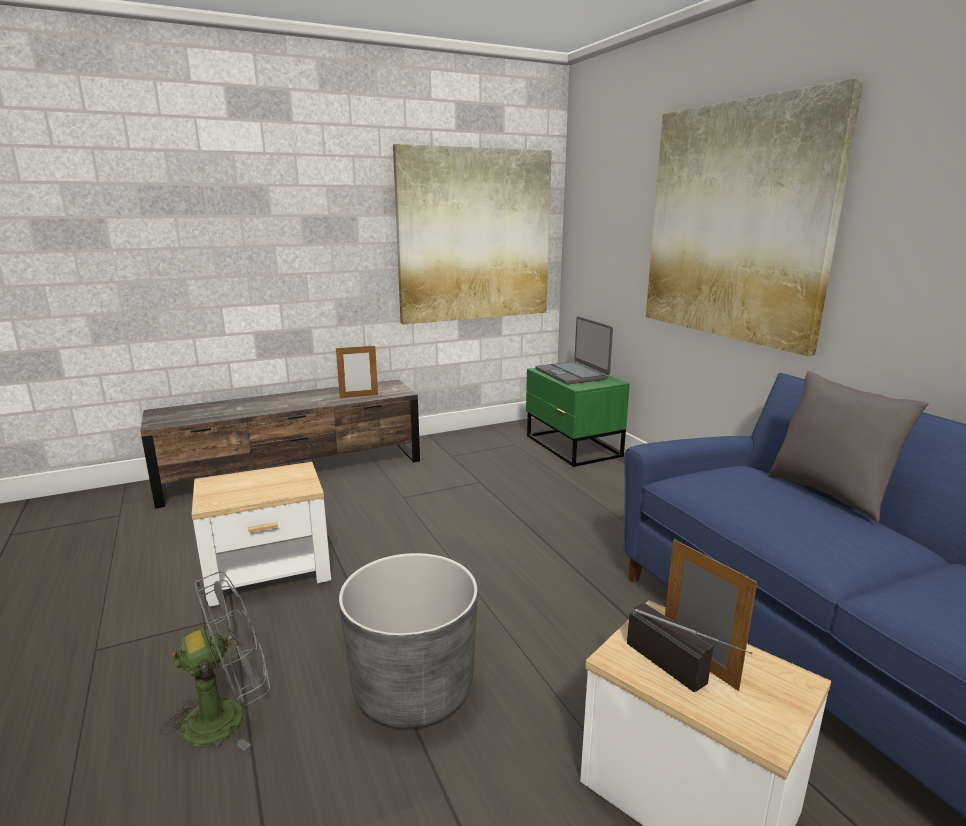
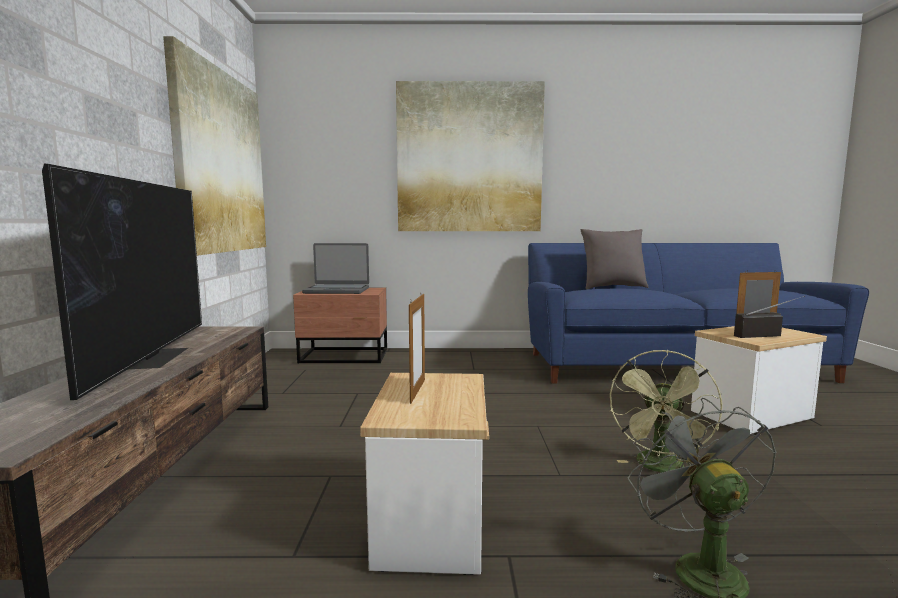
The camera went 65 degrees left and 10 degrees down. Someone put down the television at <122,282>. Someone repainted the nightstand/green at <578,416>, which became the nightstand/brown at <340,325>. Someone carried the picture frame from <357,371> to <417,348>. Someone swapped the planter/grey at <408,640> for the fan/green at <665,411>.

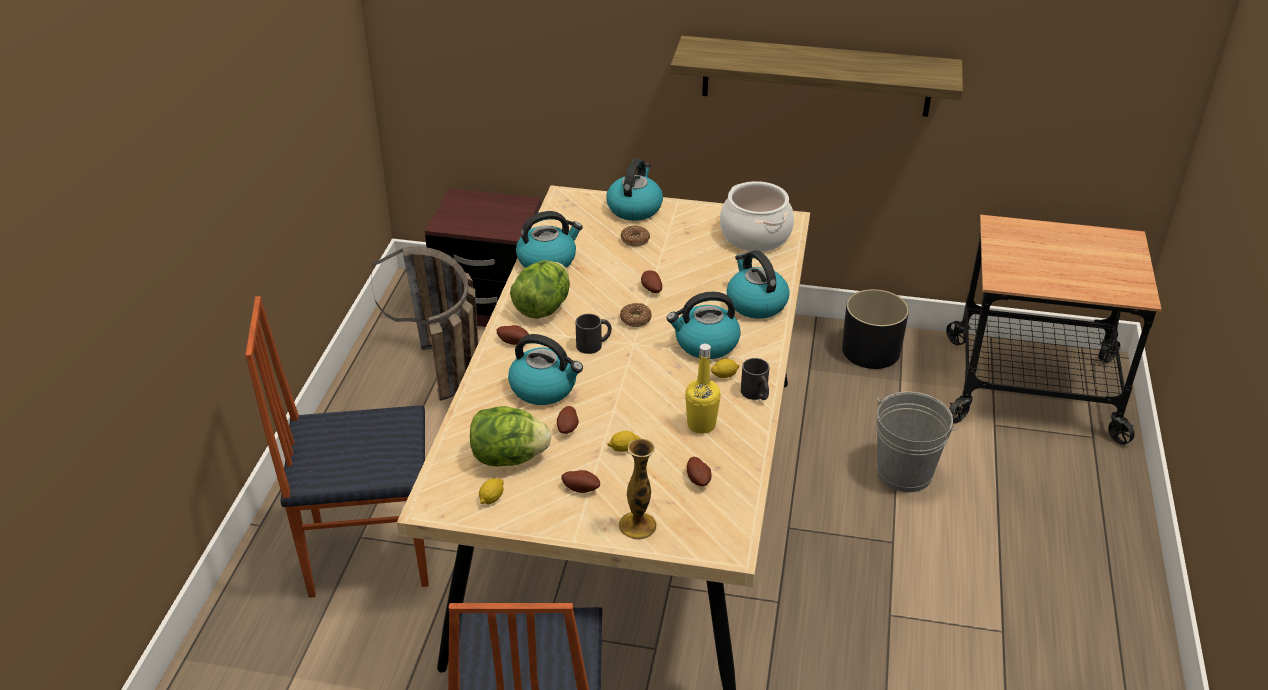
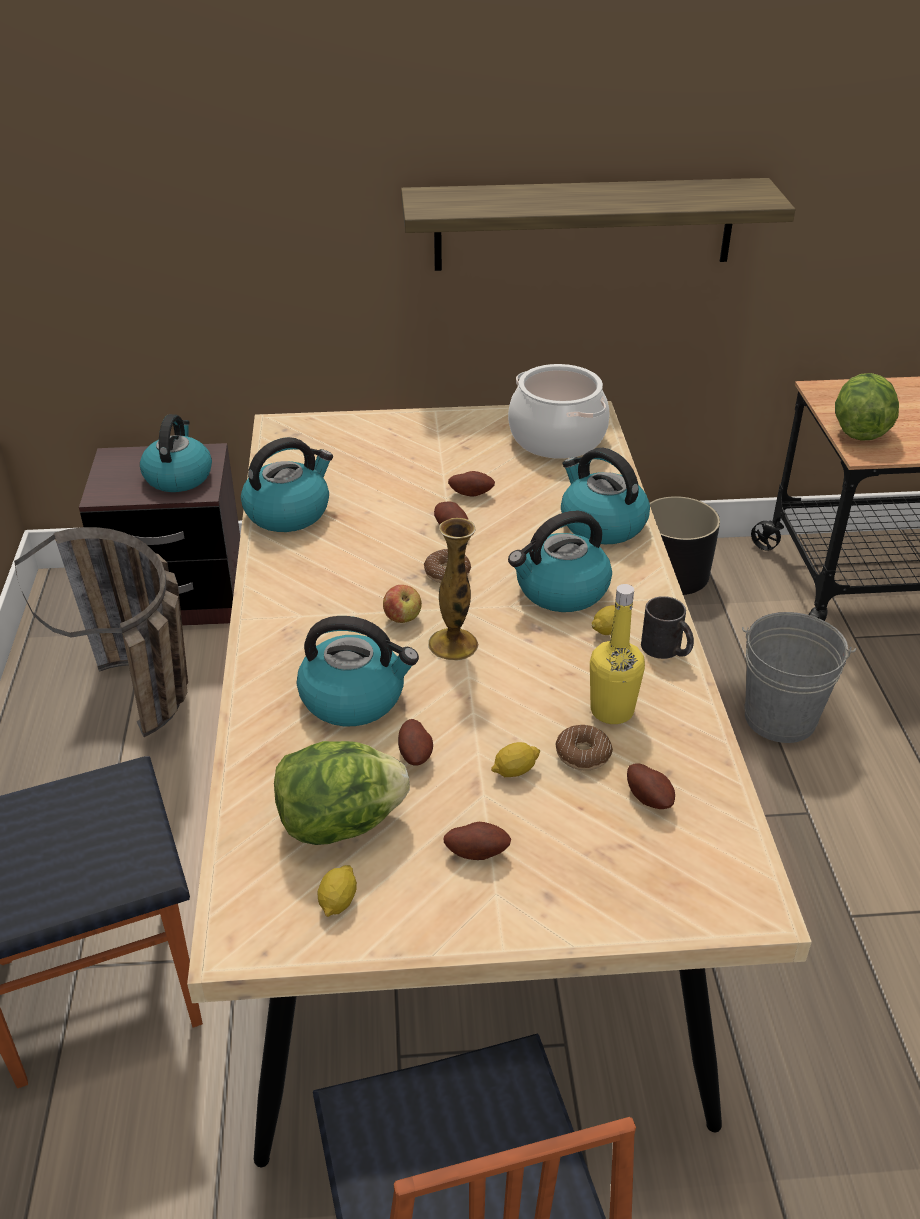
The camera went 15 degrees left and 0 degrees up. Someone carried the kettle from <634,189> to <176,453>. Someone swapped the mug/black at <594,334> for the apple at <402,604>. Someone carried the vase from <637,489> to <453,589>. Someone carried the potato from <512,335> to <471,483>. Someone carried the donut from <635,236> to <584,747>. Someone carried the lettuce from <540,289> to <867,407>.

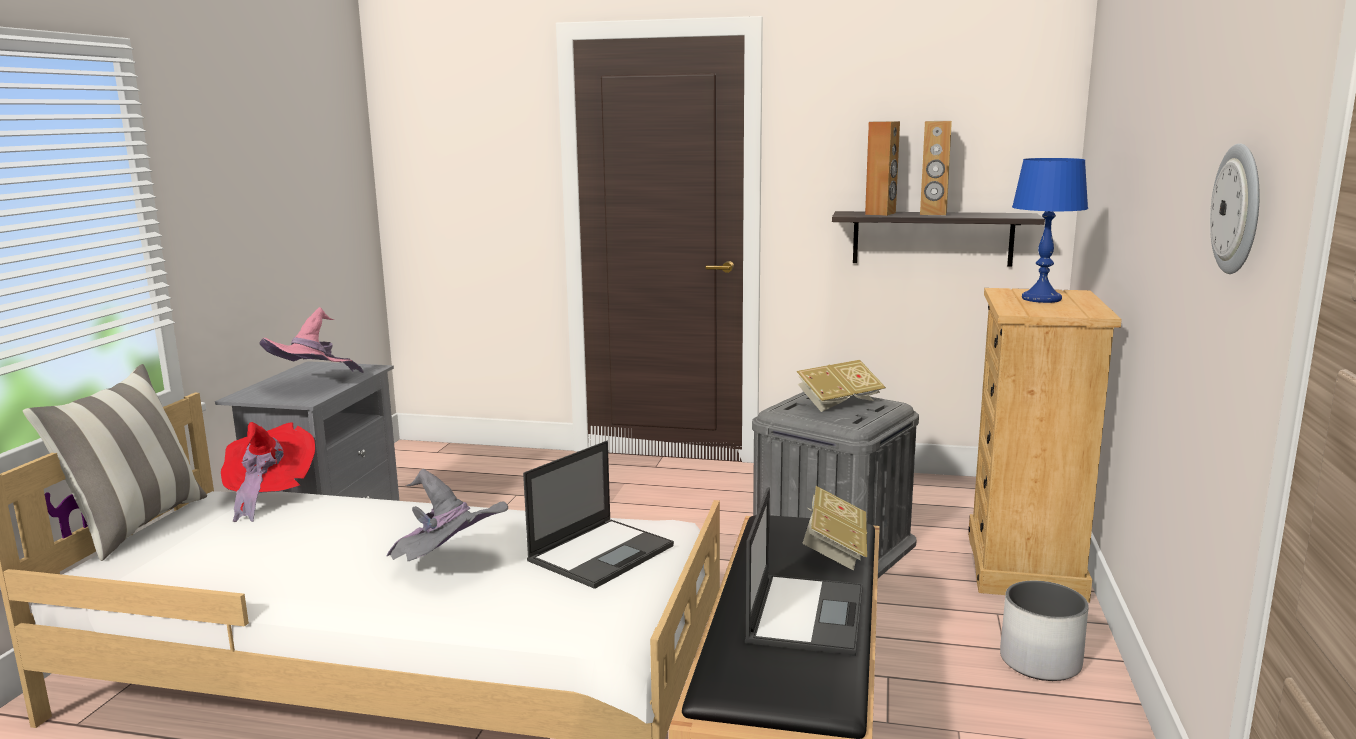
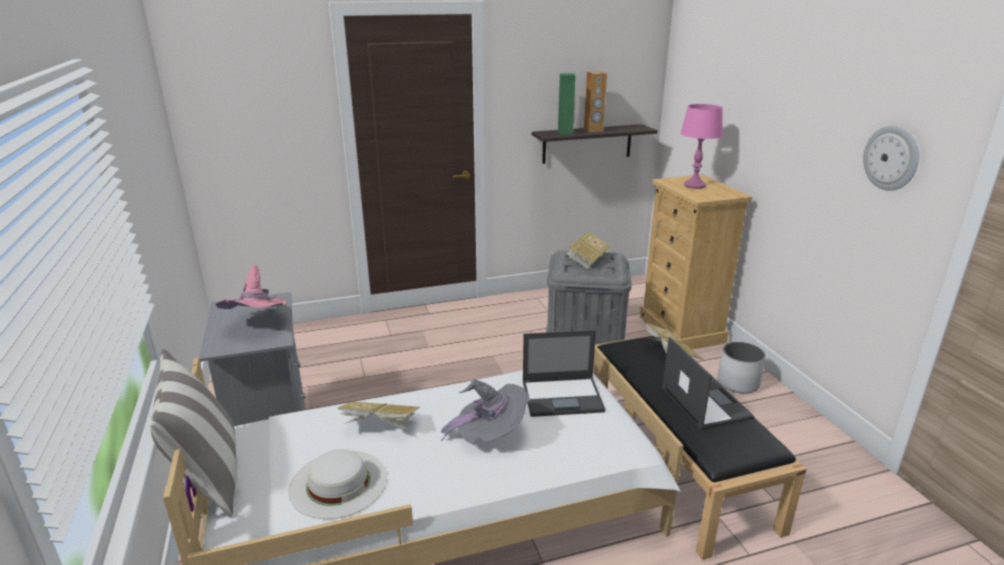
The camera went 30 degrees left and 10 degrees up. Someone put down the hat/white at <337,484>. Someone put down the book at <378,415>. Someone rotated the laptop at <598,515> by 75 degrees clockwise. Someone repainted the speaker/brown at <882,168>, which became the speaker/green at <567,104>. Someone repainted the table lamp/blue at <1050,230>, which became the table lamp/pink at <702,146>. Someone took away the hat/red at <268,472>.

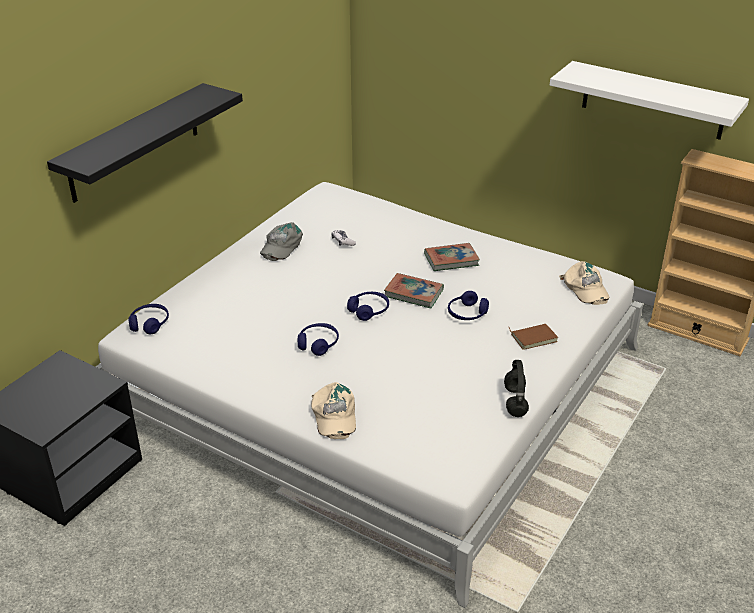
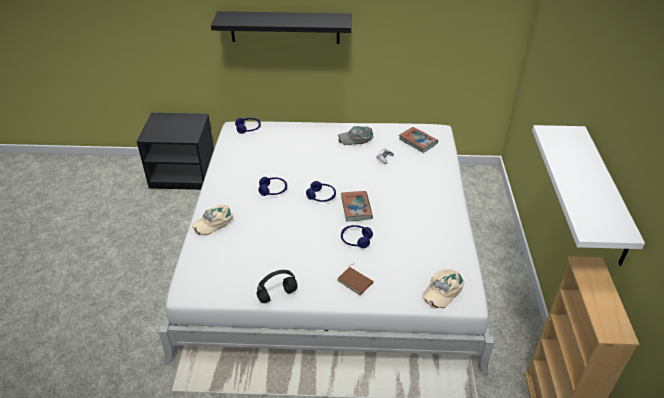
The camera went 60 degrees right and 5 degrees up. Someone carried the book from <452,257> to <418,140>.

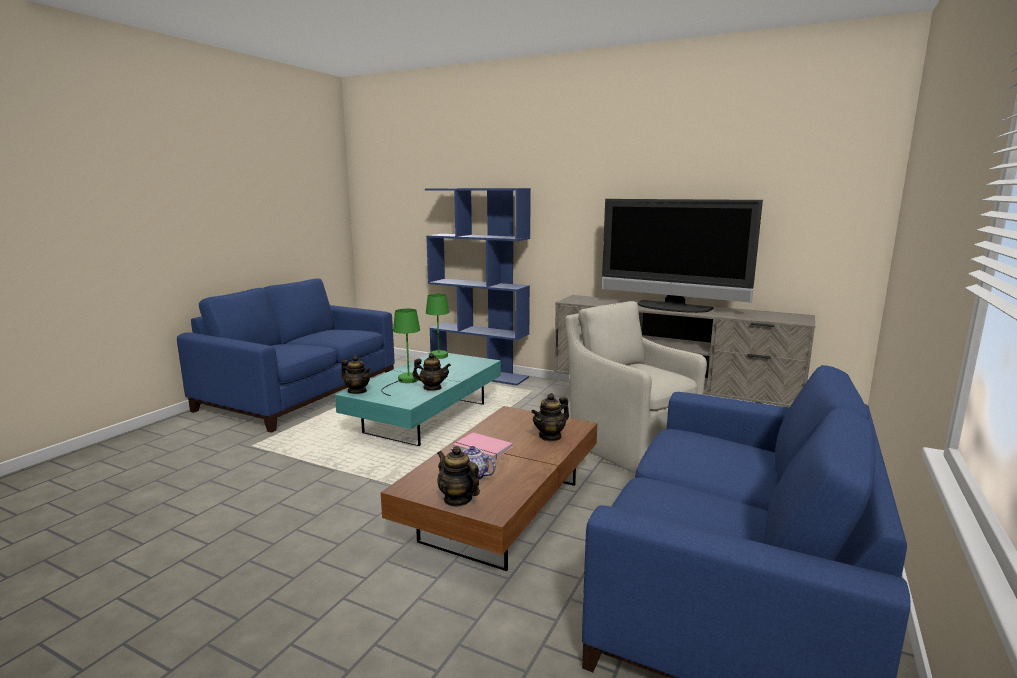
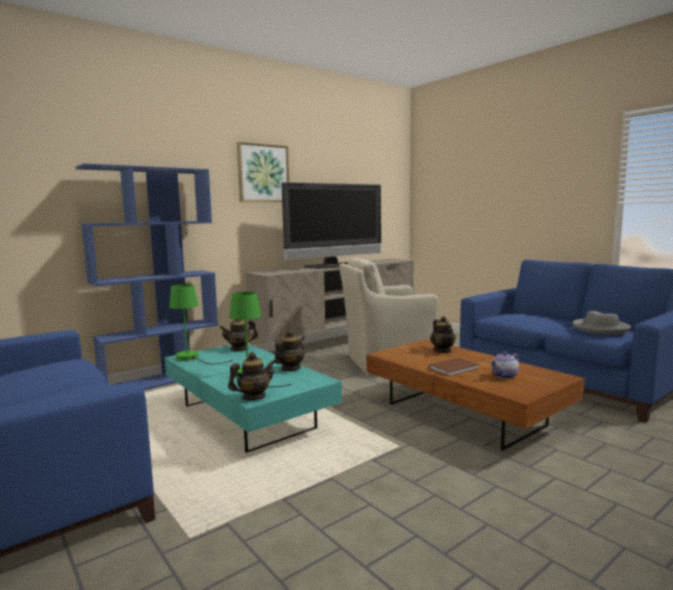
The camera went 65 degrees left and 5 degrees down. Someone carried the teapot from <458,476> to <239,335>. Someone put up the picture at <263,172>. Someone repainted the book/pink at <483,446>, which became the book/brown at <454,366>. Someone put down the hat/grey at <601,323>.

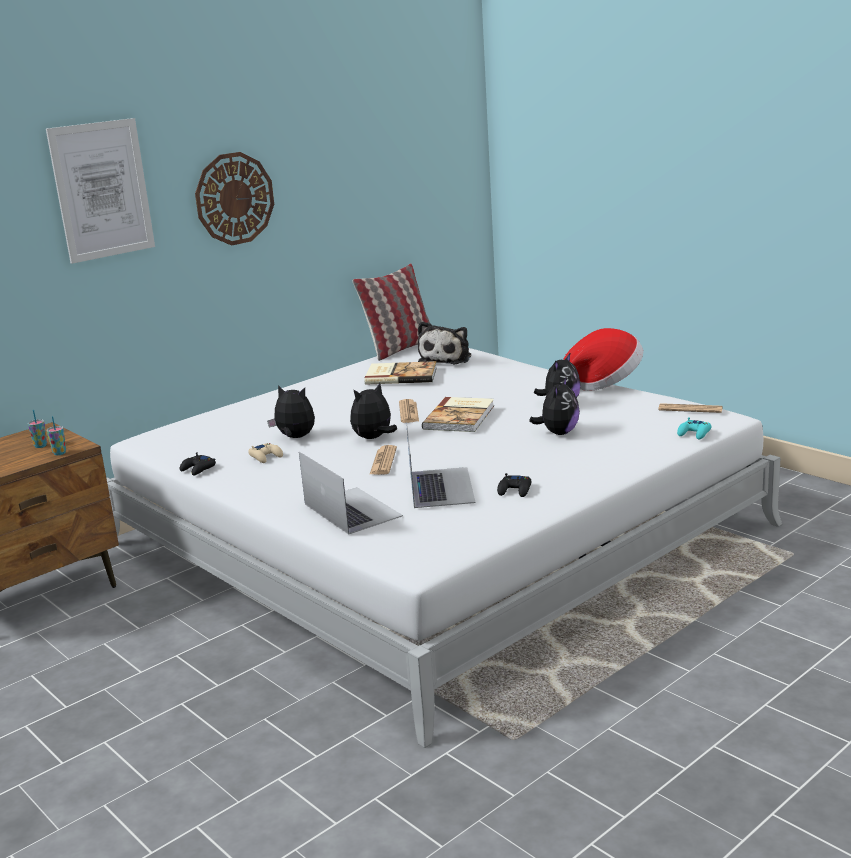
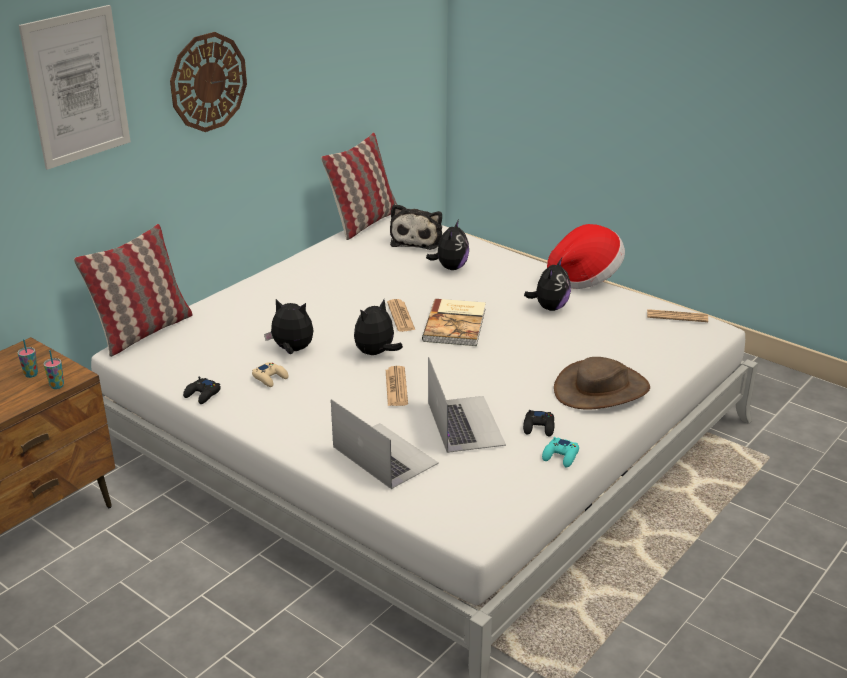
The camera went 10 degrees left and 10 degrees up. Someone put down the pillow at <133,290>. Someone carried the plush toy from <554,405> to <447,245>. Someone carried the game controller/turquoise from <694,428> to <560,452>. Someone put down the hat/brown at <602,383>. Someone took away the book at <400,373>.

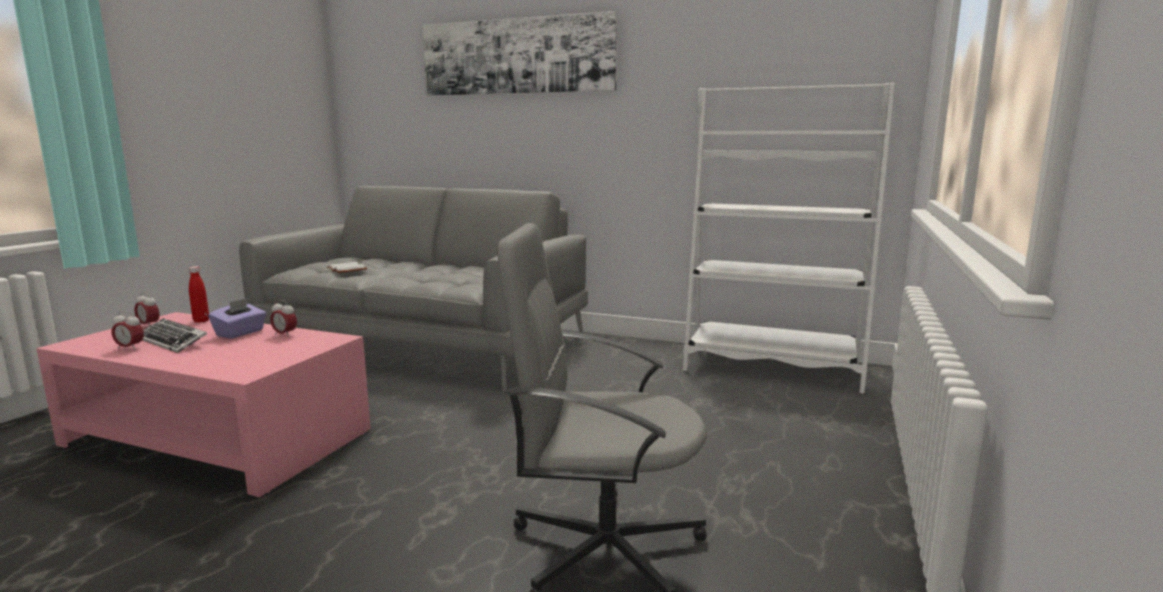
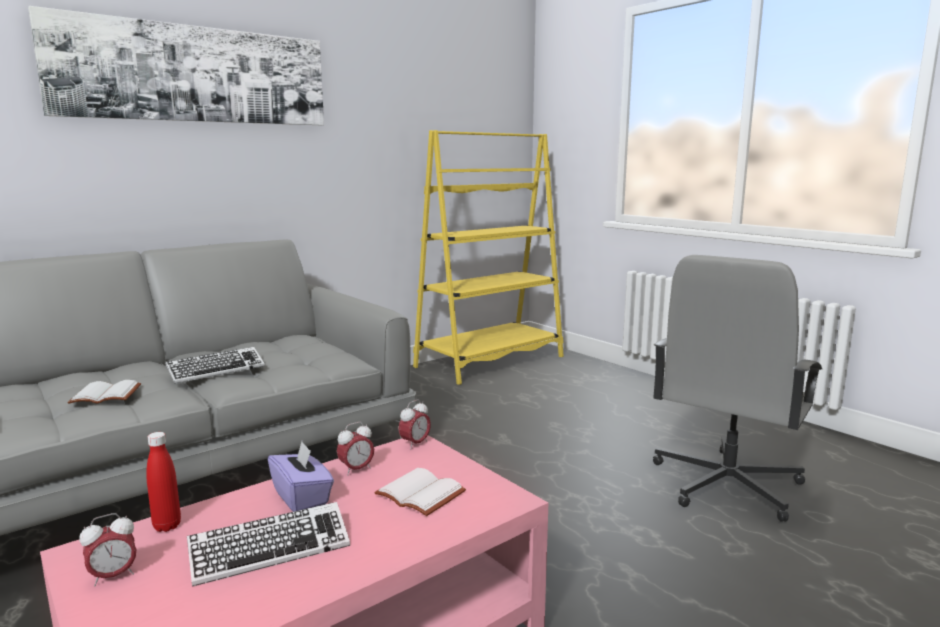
The camera went 60 degrees left and 0 degrees up. Someone put down the keyboard at <215,365>. Someone put down the book/white at <420,492>. Someone carried the alarm clock from <128,330> to <414,425>. Someone repainted the bookcase/white at <789,238>, which became the bookcase/yellow at <488,257>.

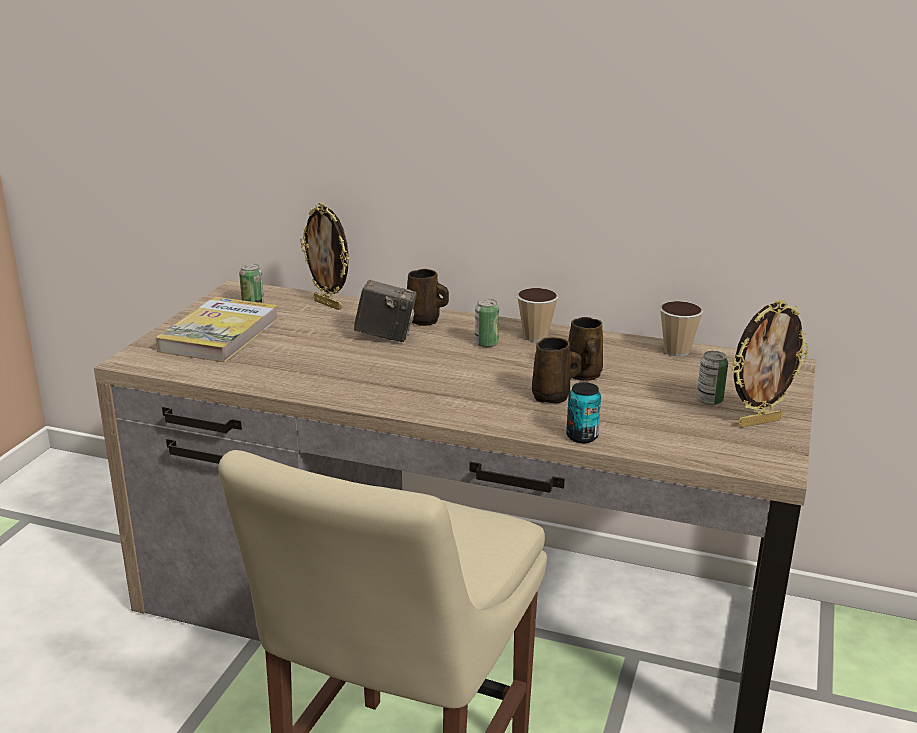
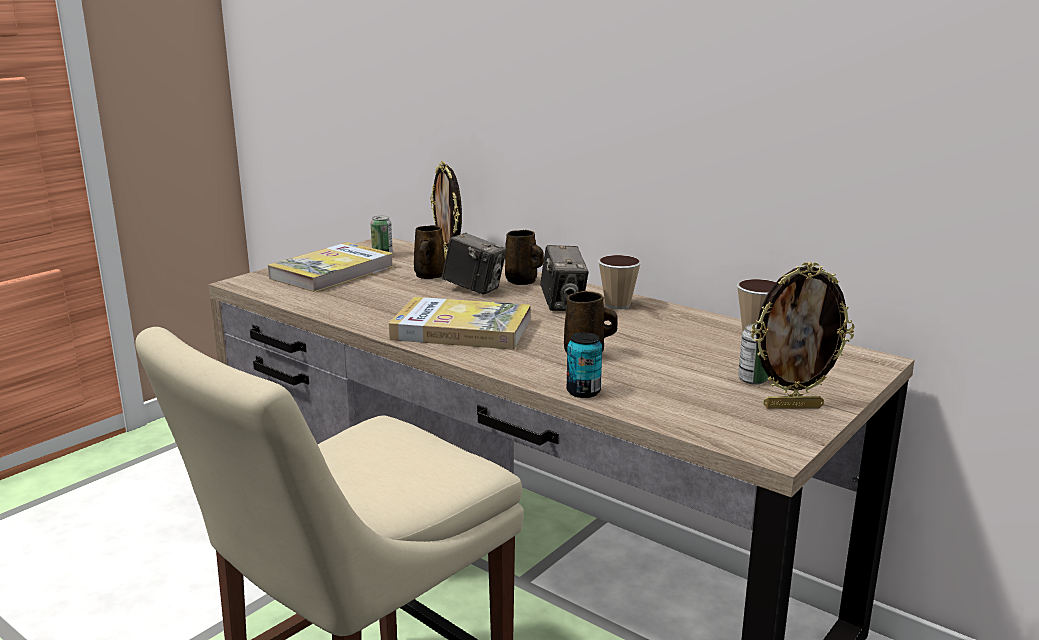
The camera went 20 degrees right and 5 degrees down. Someone put down the book at <460,323>. Someone carried the mug/brown from <585,349> to <429,252>. Someone swapped the can at <487,323> for the photo camera at <564,278>.

